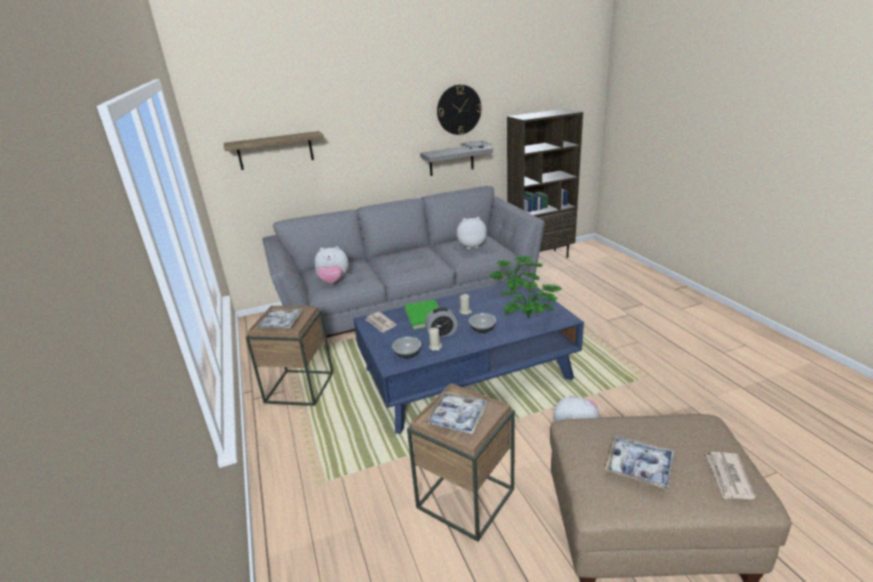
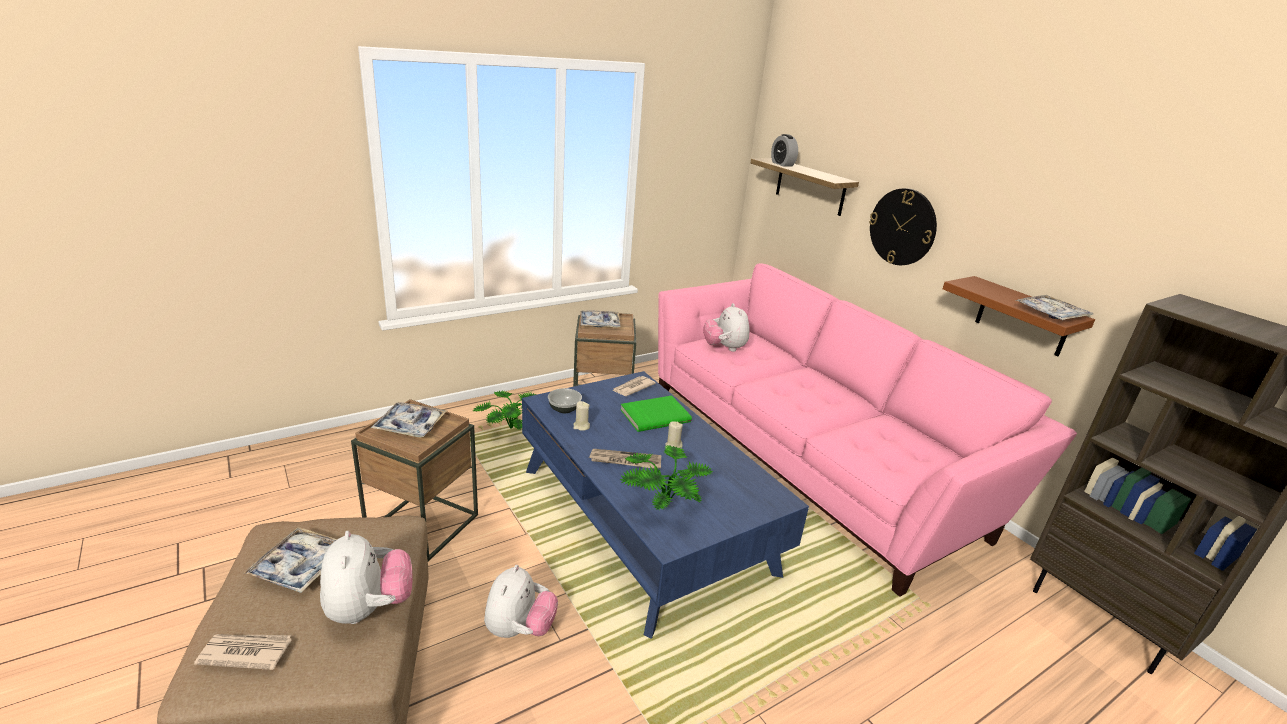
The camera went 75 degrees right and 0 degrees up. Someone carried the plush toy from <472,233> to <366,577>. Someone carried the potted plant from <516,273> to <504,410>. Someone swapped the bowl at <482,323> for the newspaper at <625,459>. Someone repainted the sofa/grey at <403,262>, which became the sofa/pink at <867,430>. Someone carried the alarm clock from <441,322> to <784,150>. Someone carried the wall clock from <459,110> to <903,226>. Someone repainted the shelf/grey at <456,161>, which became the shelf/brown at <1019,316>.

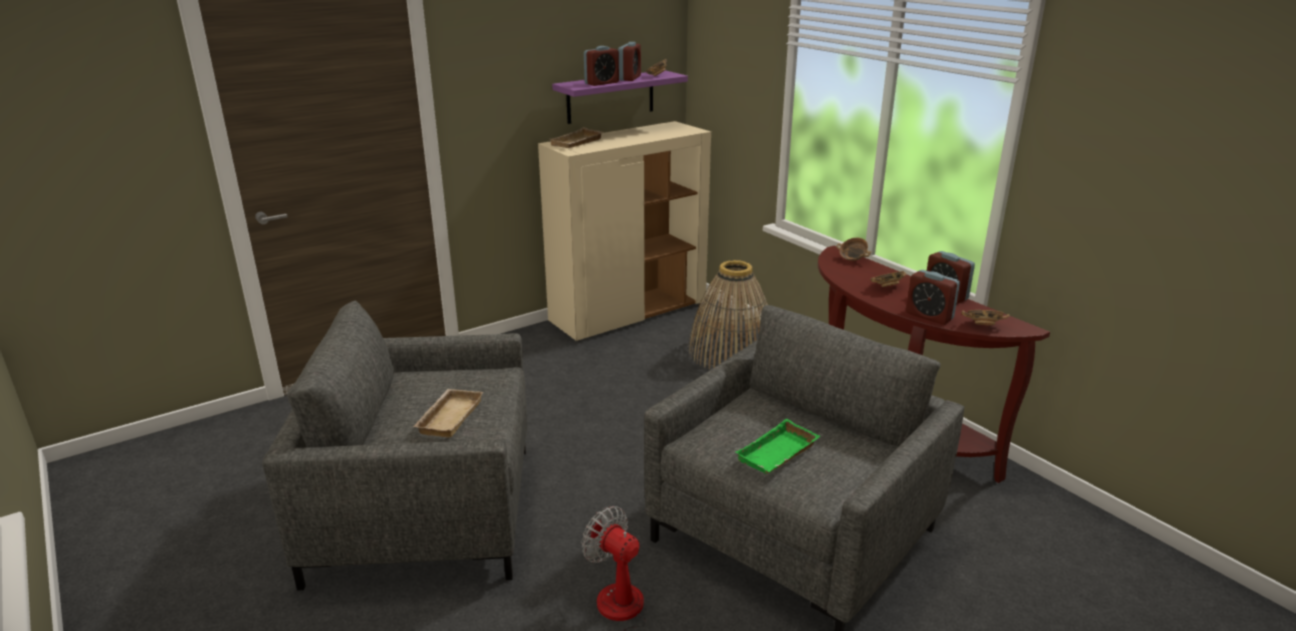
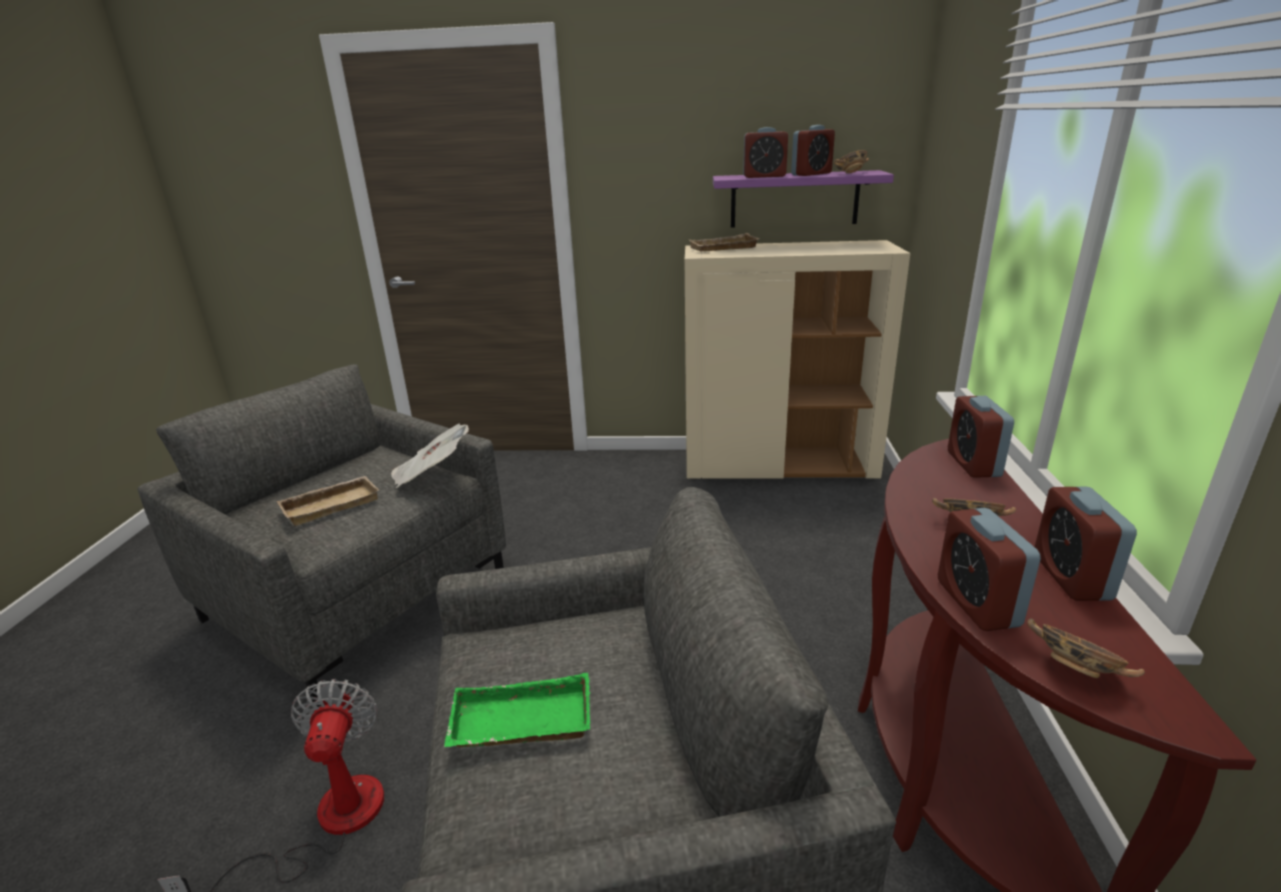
The camera went 40 degrees right and 0 degrees up. Someone put down the newspaper at <430,456>. Someone swapped the bowl at <854,249> for the alarm clock at <981,437>. Someone took away the basket at <728,315>.

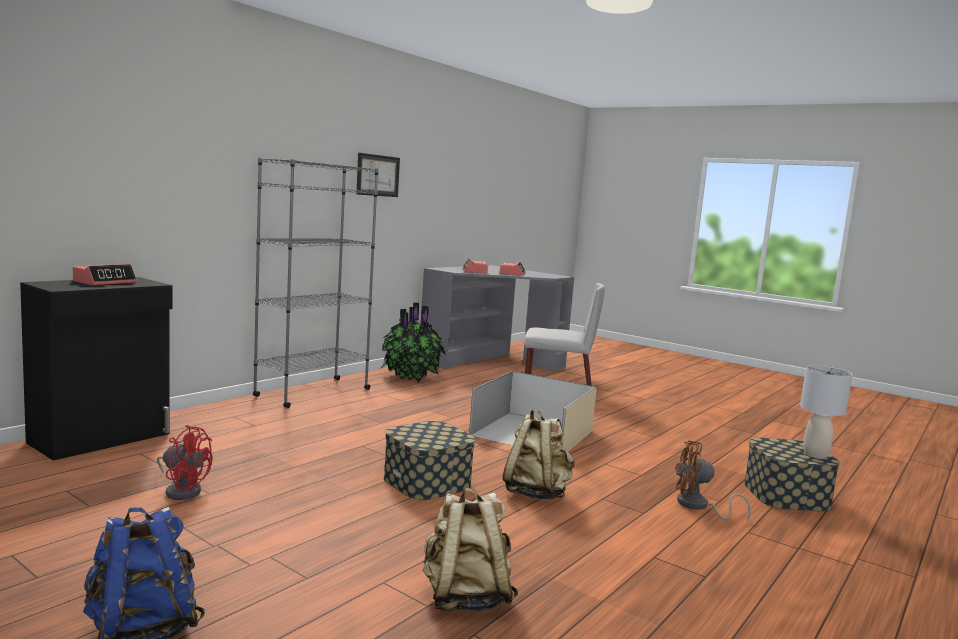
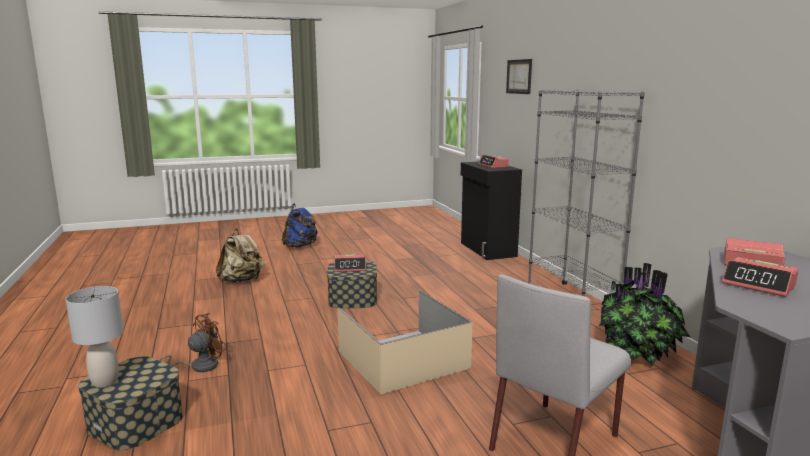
The camera went 125 degrees right and 5 degrees up. Someone put down the alarm clock at <350,263>. Someone carried the picture from <378,175> to <519,76>. Someone took away the fan/red at <185,462>. Someone took away the backpack/beige at <538,454>.

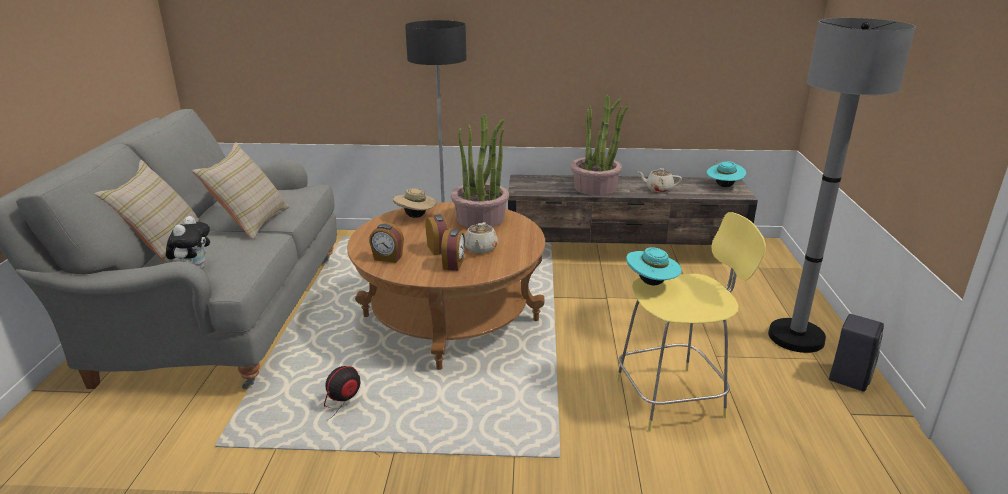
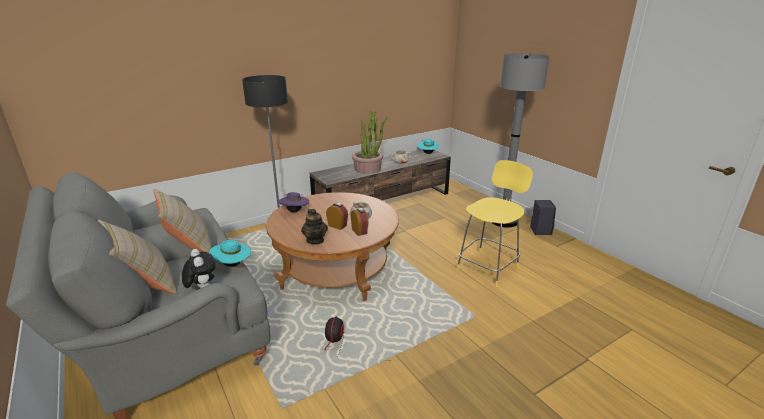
The camera went 35 degrees left and 0 degrees up. Someone carried the hat/turquoise from <654,266> to <230,253>. Someone repainted the hat/beige at <415,203>, which became the hat/purple at <293,202>. Someone swapped the alarm clock at <386,243> for the teapot at <314,227>. Someone took away the potted plant at <480,170>.

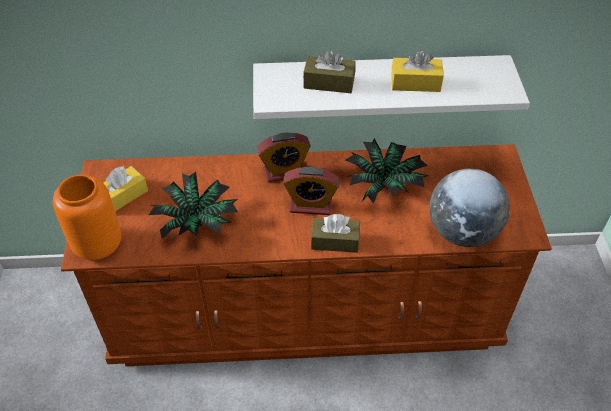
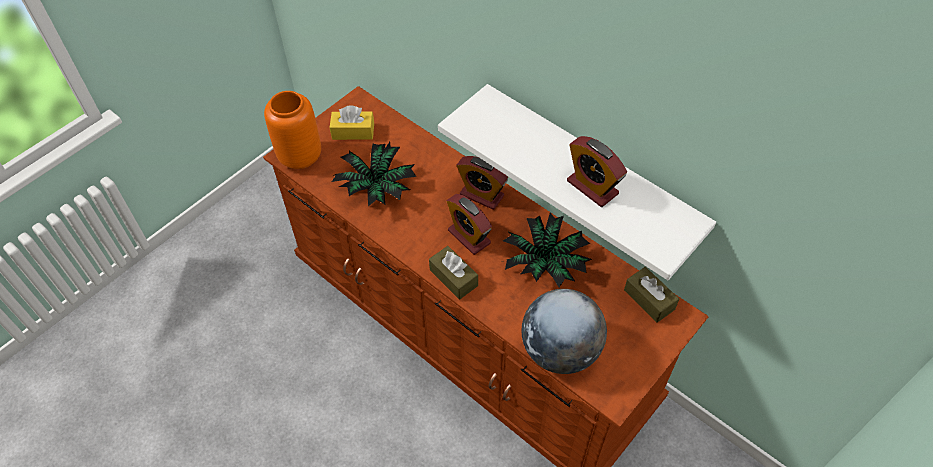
The camera went 45 degrees right and 5 degrees up. Someone swapped the tissue box/yellow at <417,71> for the alarm clock at <597,171>. Someone carried the tissue box/brown from <329,71> to <651,295>.

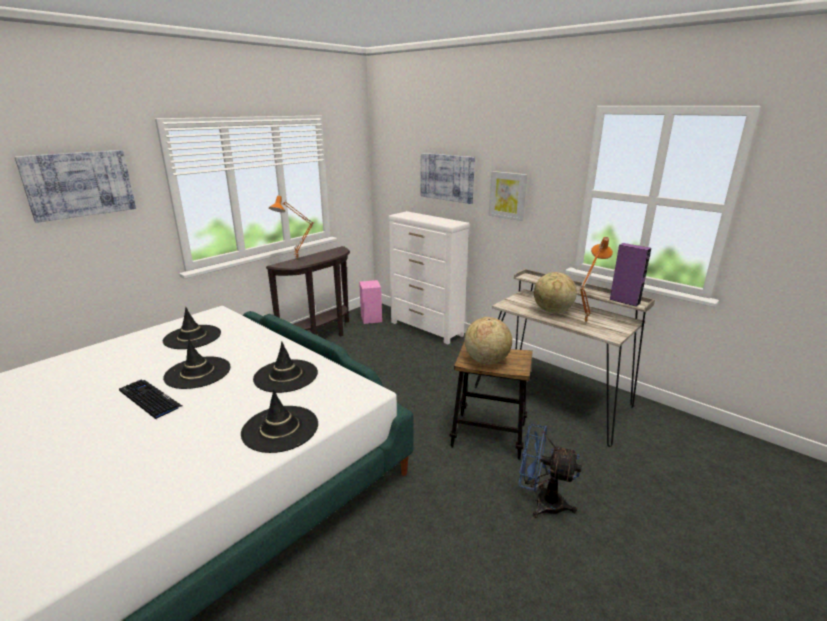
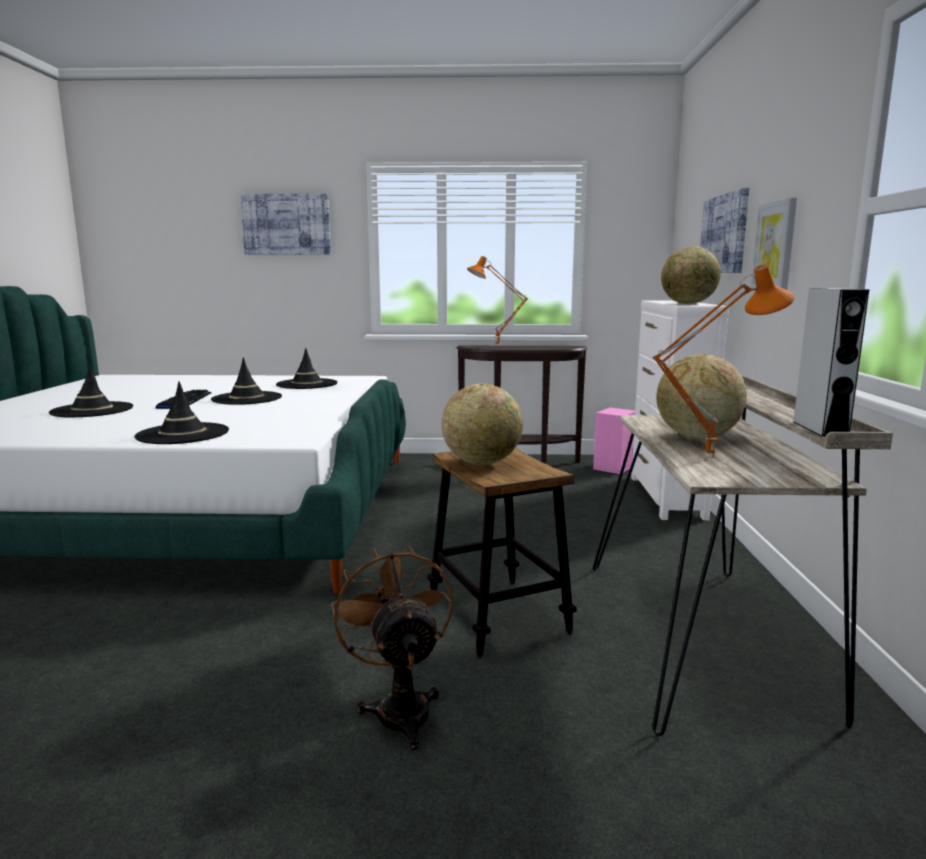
The camera went 50 degrees right and 10 degrees down. Someone carried the hat/black from <285,367> to <91,391>. Someone repainted the fan/blue at <550,471>, which became the fan/brown at <392,648>. Someone put down the globe at <691,275>. Someone repainted the speaker/purple at <630,275>, which became the speaker/grey at <831,362>.

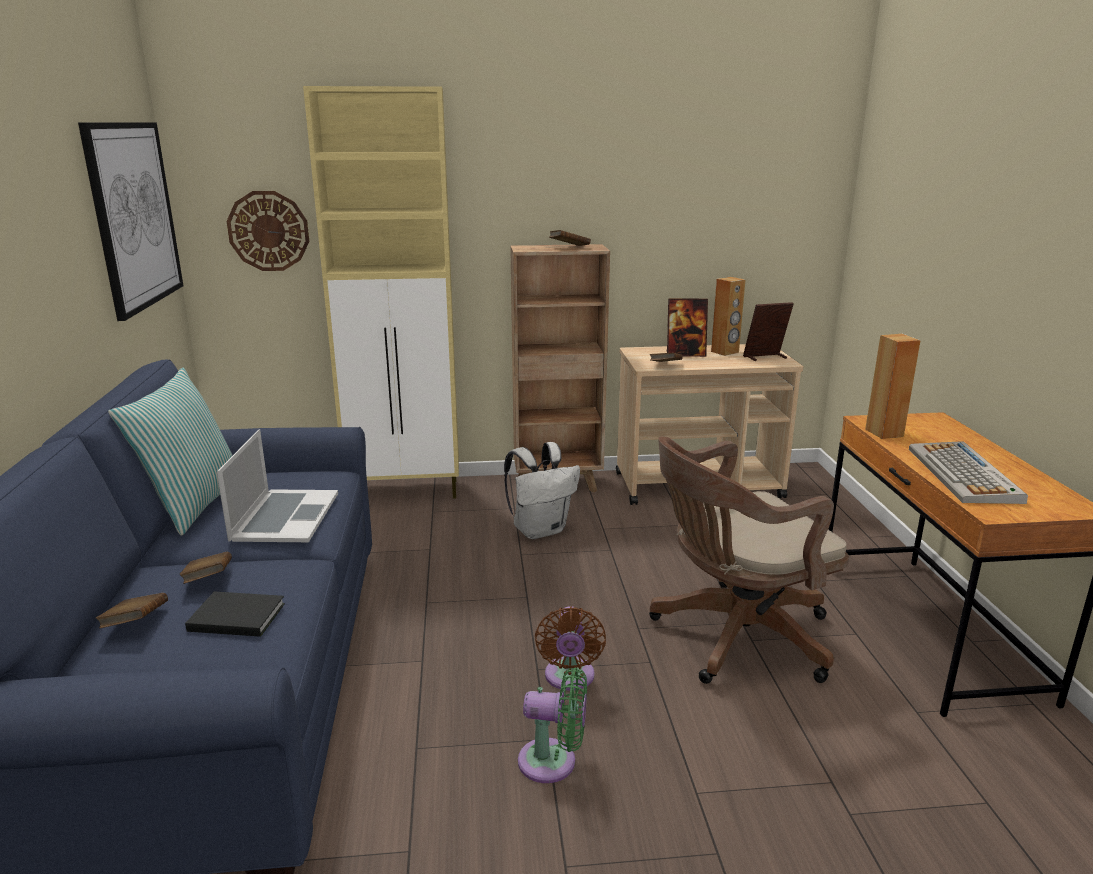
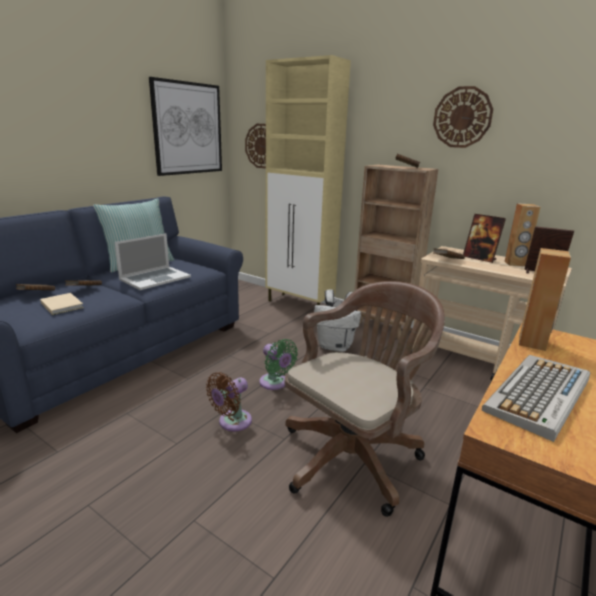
The camera went 40 degrees right and 0 degrees up. Someone repainted the book/black at <235,614>, which became the book/beige at <62,304>. Someone carried the fan/green from <552,725> to <278,364>. Someone rotated the office chair/brown at <749,560> by 120 degrees clockwise. Someone put up the wall clock at <463,117>.

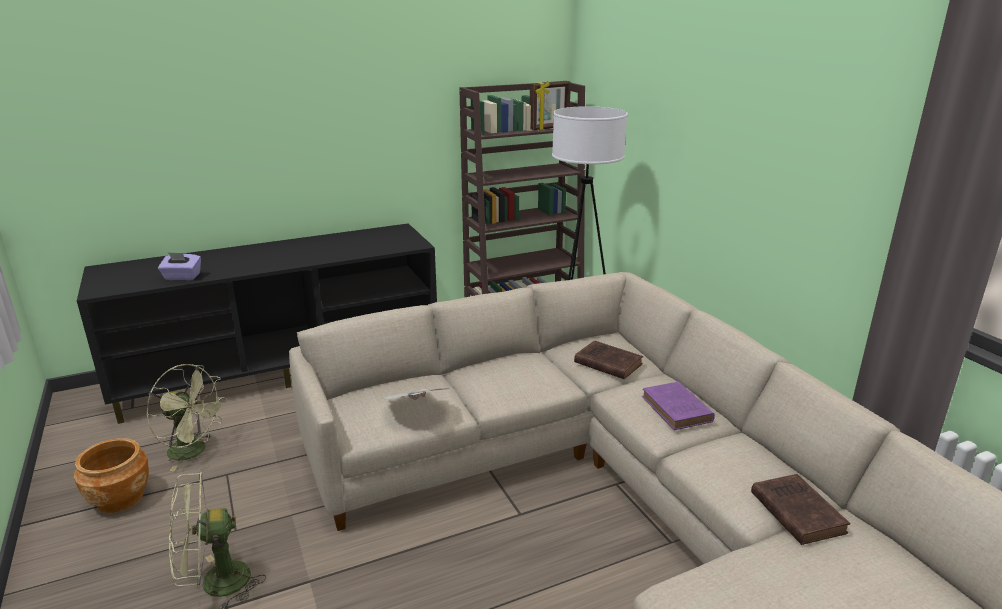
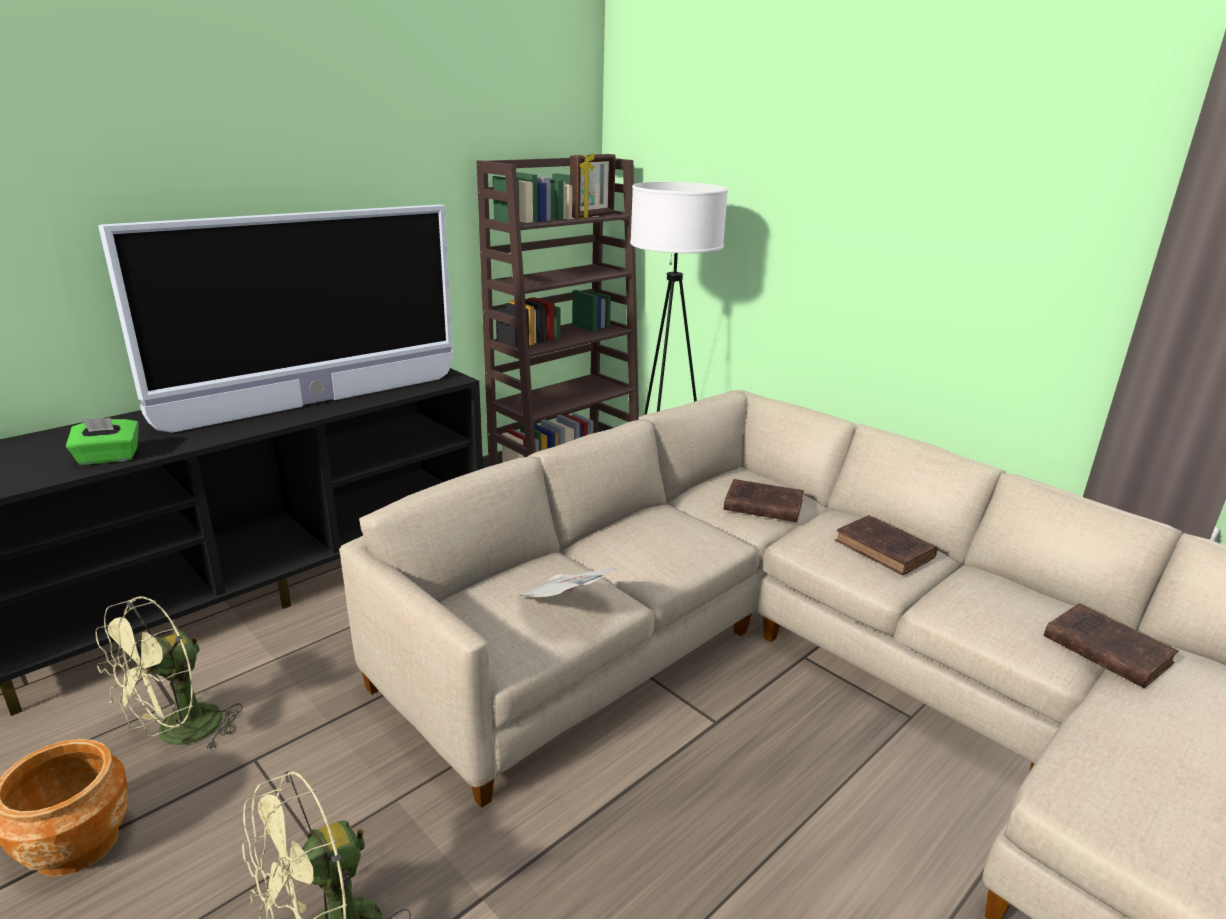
The camera went 20 degrees left and 0 degrees up. Someone repainted the tissue box/purple at <179,266>, which became the tissue box/green at <102,441>. Someone rotated the fan/green at <186,417> by 120 degrees clockwise. Someone put down the television at <275,319>. Someone repainted the book/purple at <678,405>, which became the book/brown at <886,545>.

